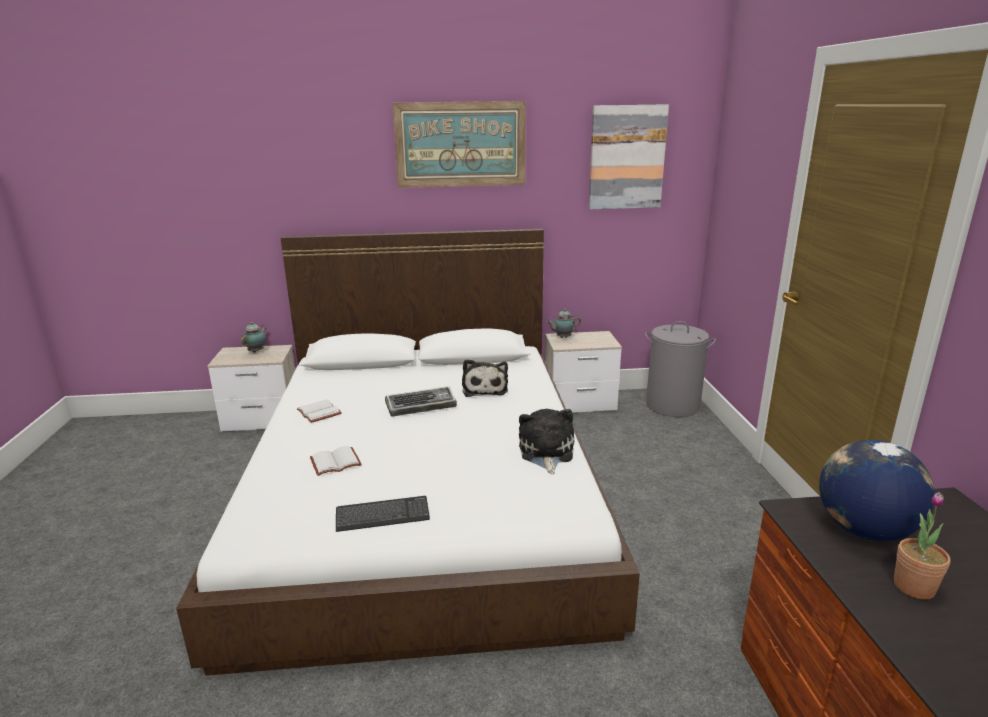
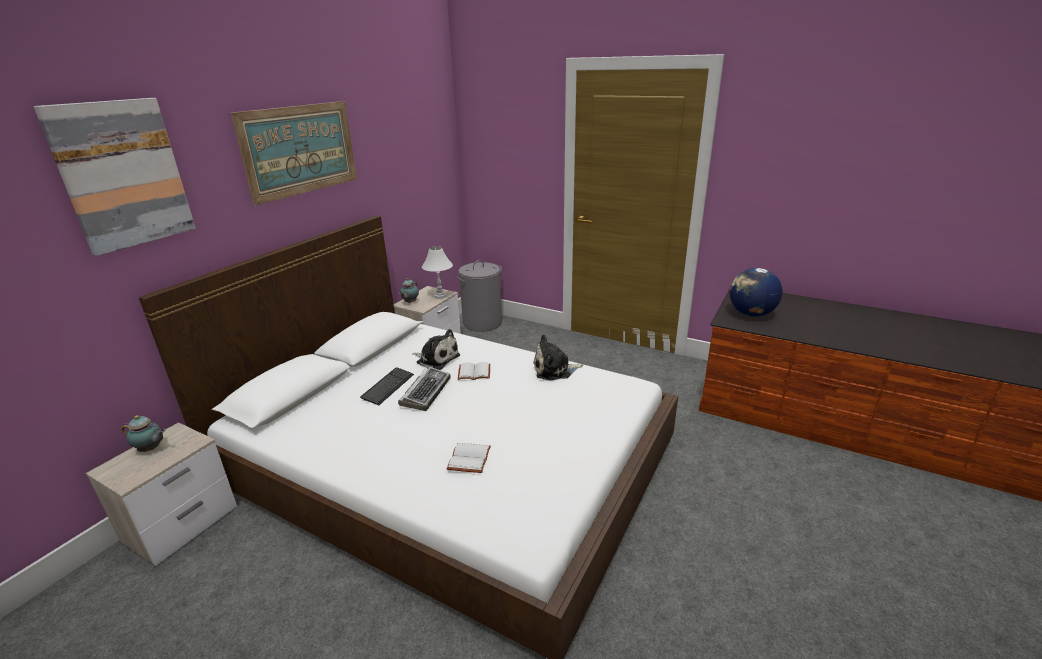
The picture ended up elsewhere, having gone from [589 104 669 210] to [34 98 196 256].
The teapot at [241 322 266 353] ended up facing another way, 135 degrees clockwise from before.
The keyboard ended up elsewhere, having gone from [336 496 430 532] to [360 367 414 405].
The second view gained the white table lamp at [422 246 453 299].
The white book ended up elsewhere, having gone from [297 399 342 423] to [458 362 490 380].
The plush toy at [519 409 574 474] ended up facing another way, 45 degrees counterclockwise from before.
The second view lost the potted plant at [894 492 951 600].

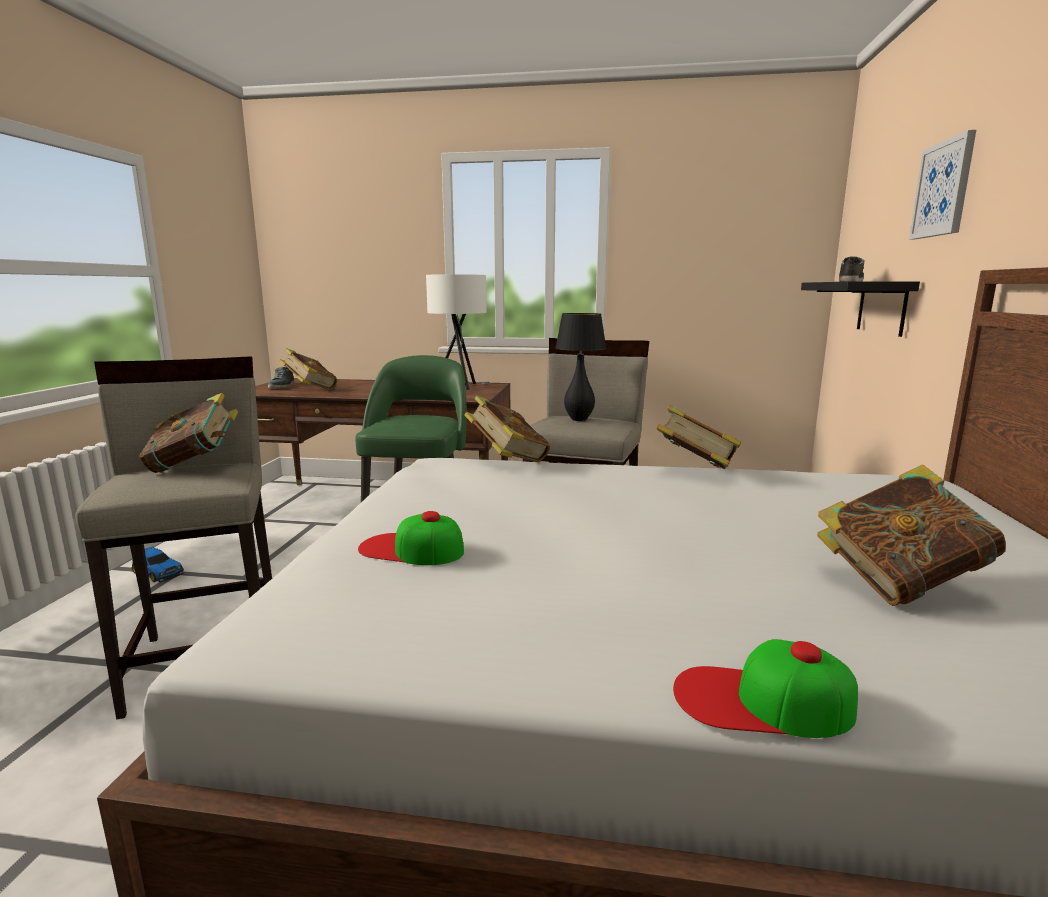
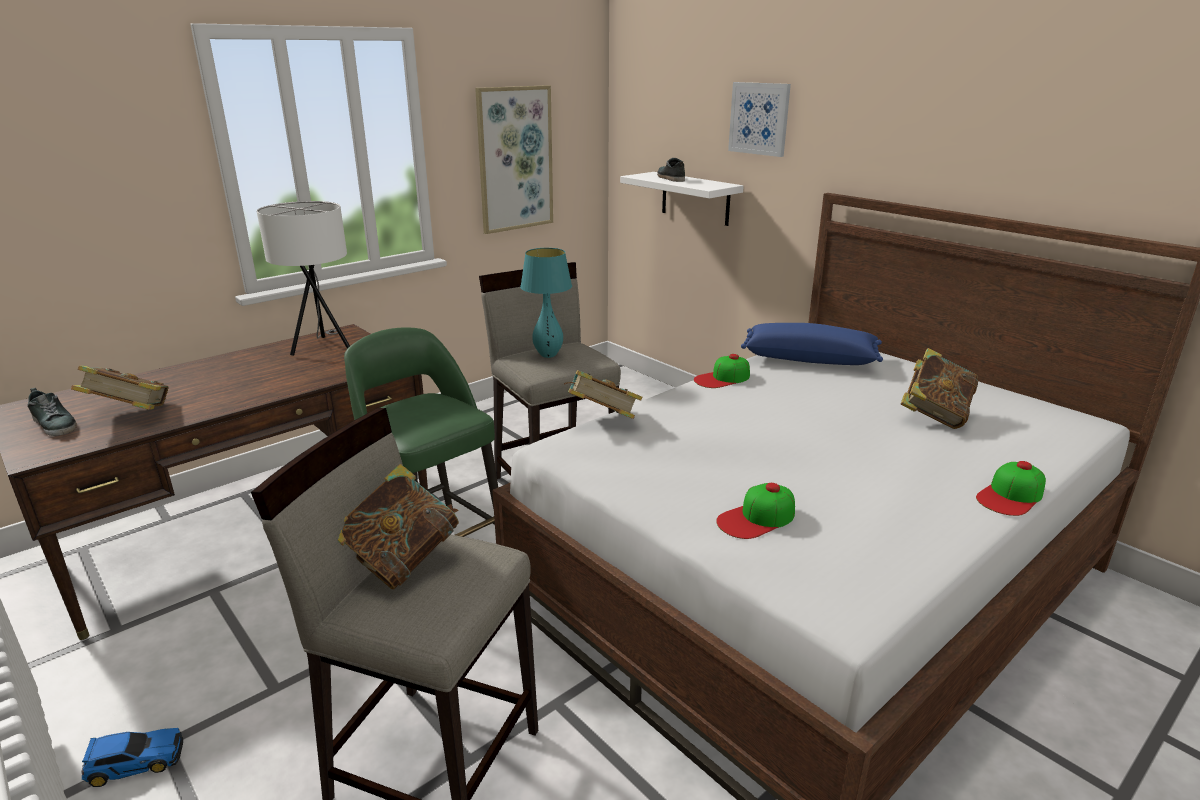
The second view gained the picture at [475 85 553 234].
What was the black table lamp at [556 313 606 421] turned into the turquoise table lamp at [520 248 572 358].
What was the black shelf at [801 281 920 337] turned into the white shelf at [620 172 744 226].
Where the book stood at [656 405 741 469], the cap came to stand at [694 354 750 388].
The second view gained the blue pillow at [741 323 883 365].

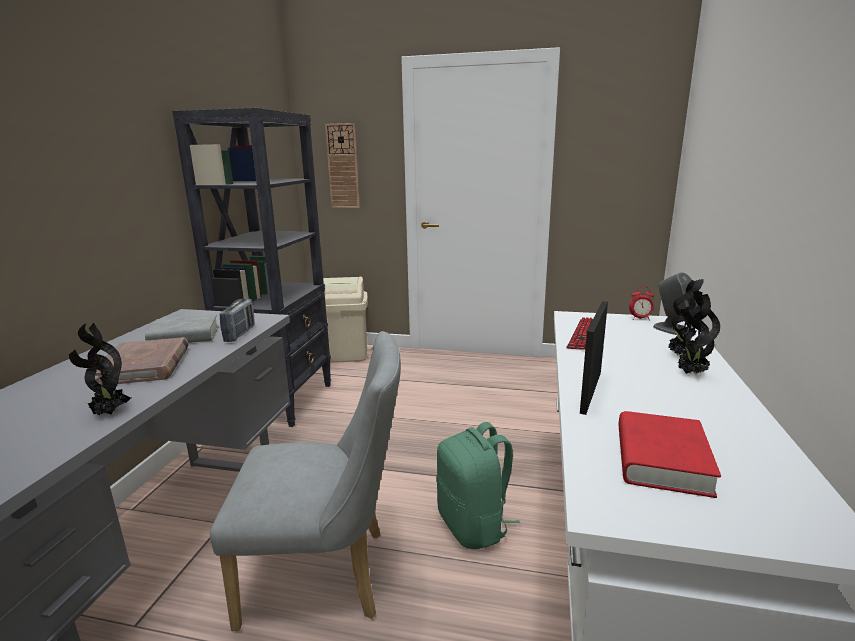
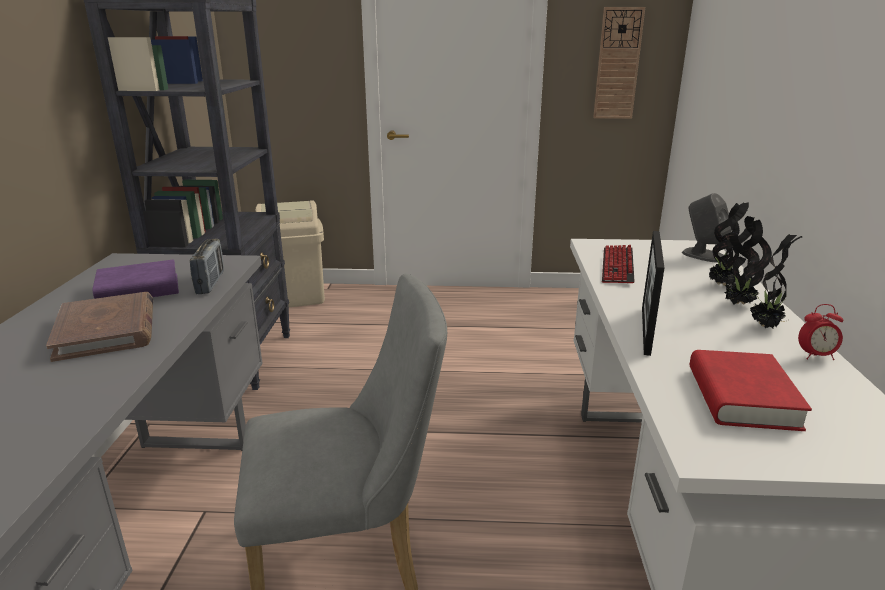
What was the grey book at [145 314 219 343] turned into the purple book at [92 259 179 299].
The wall clock ended up elsewhere, having gone from [325 123 360 208] to [593 7 645 119].
The potted plant ended up elsewhere, having gone from [69 323 131 416] to [750 234 802 328].
The alarm clock ended up elsewhere, having gone from [629 286 654 321] to [798 304 843 360].
The second view lost the green backpack at [436 422 520 549].

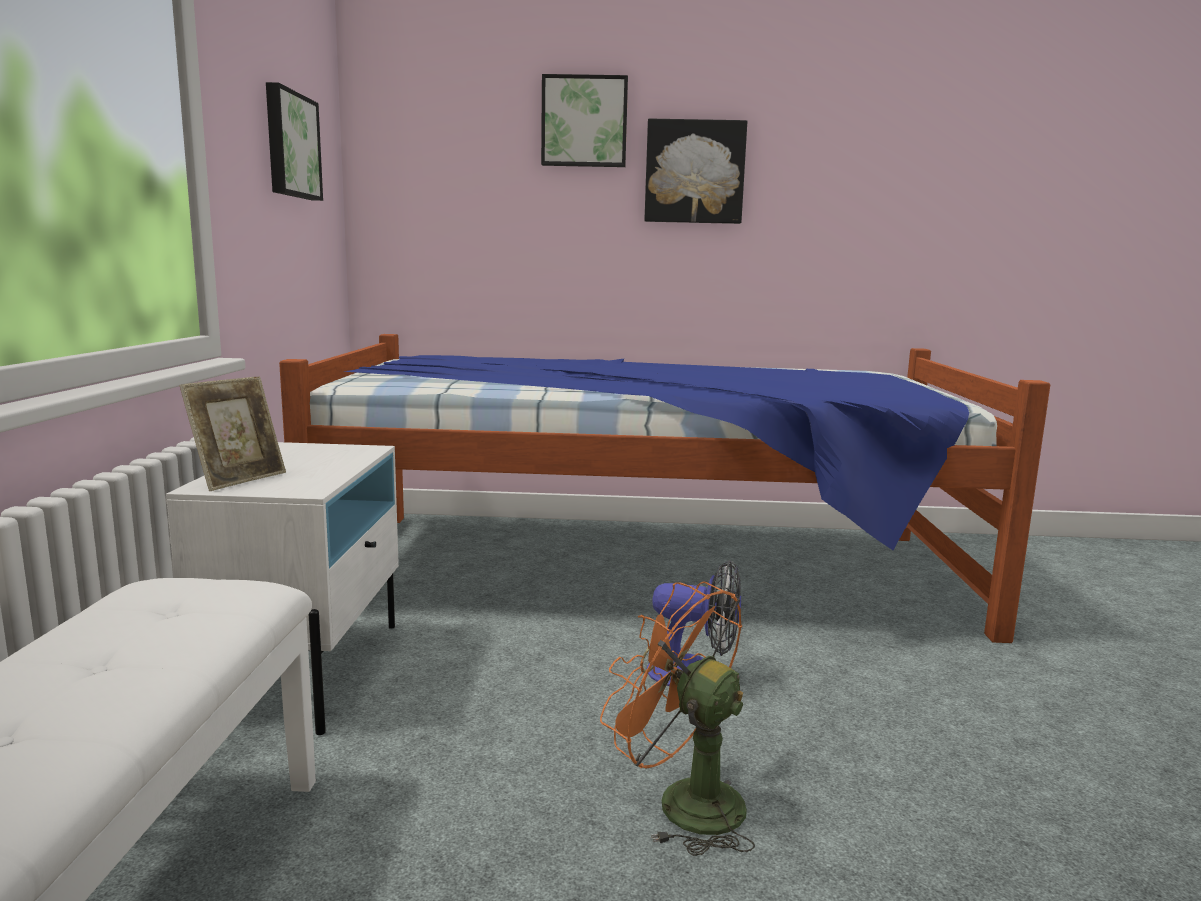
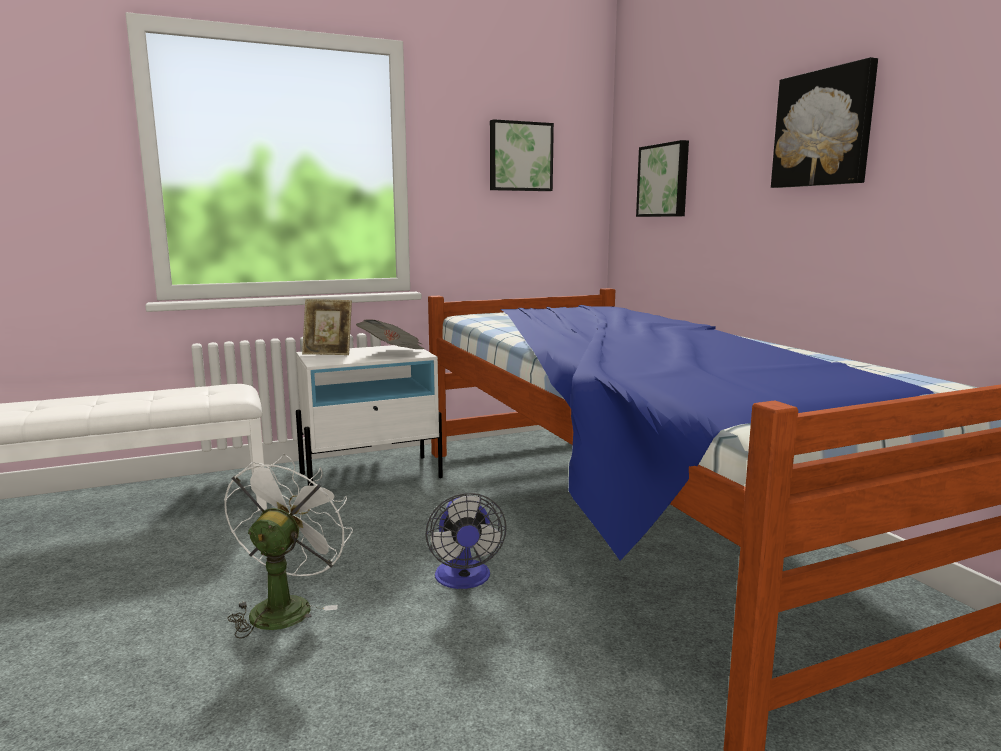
What was the orange fan at [600 582 755 856] turned into the white fan at [224 454 353 639].
The second view gained the newspaper at [356 319 425 349].
The picture ended up elsewhere, having gone from [541 74 628 167] to [636 140 689 217].

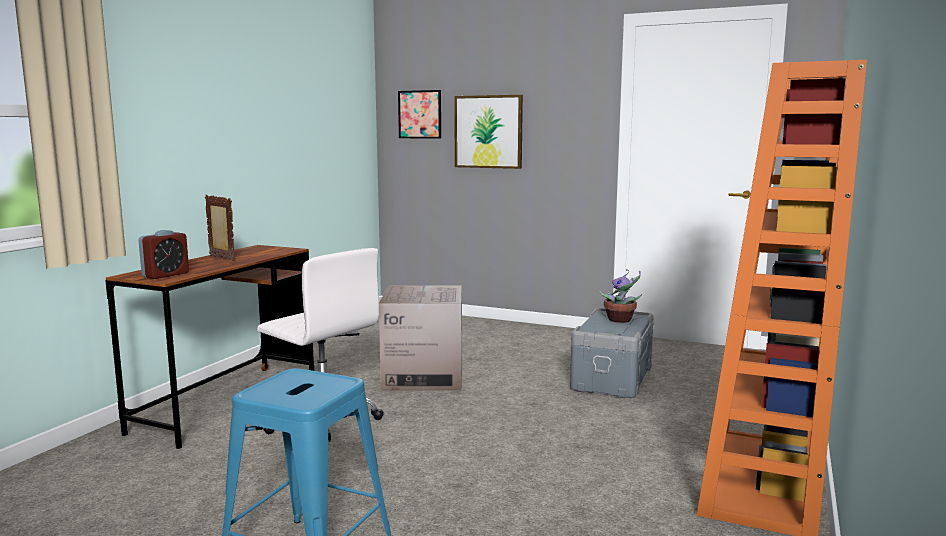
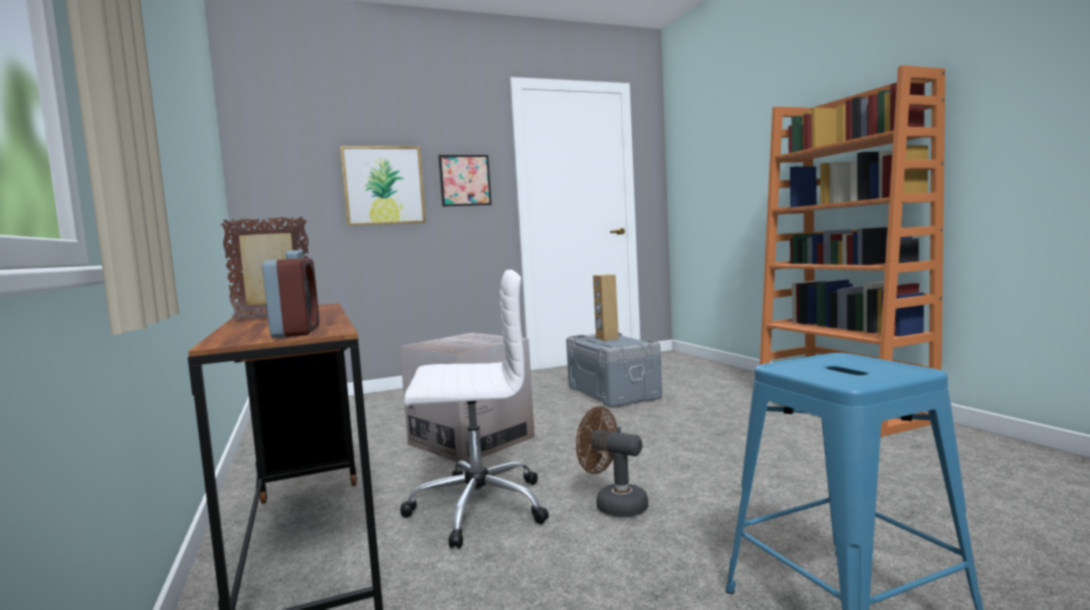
The picture ended up elsewhere, having gone from [398 90 441 139] to [439 155 492 207].
The second view gained the brown fan at [576 406 648 517].
Where the potted plant stood at [599 269 642 323], the brown speaker came to stand at [593 274 619 341].

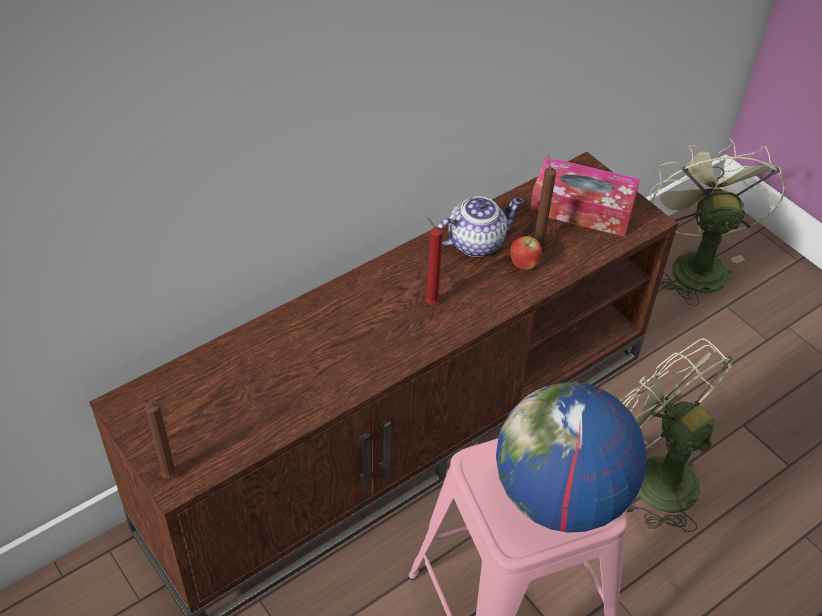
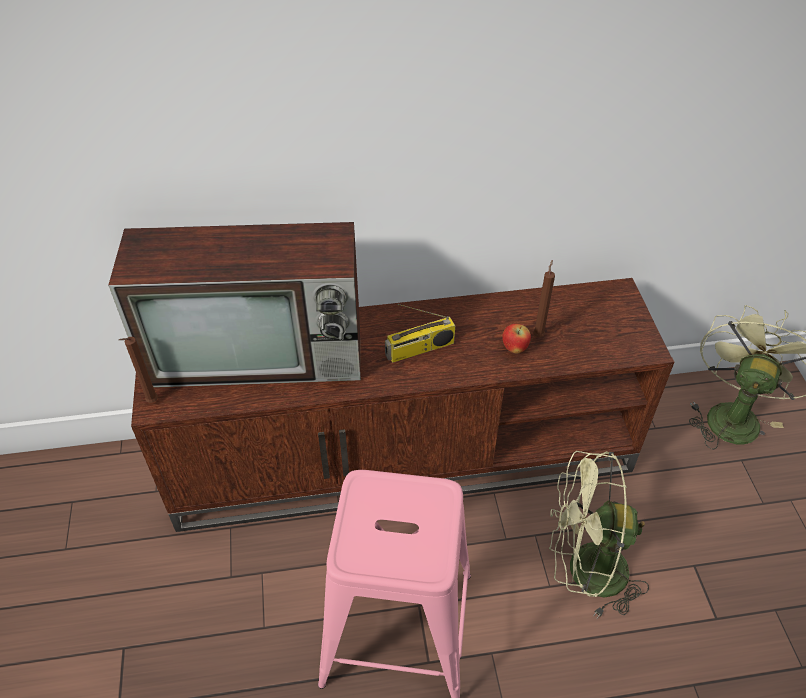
The second view gained the television at [108 222 361 388].
Where the red candle stood at [425 217 443 305], the radio came to stand at [385 304 455 363].
The green fan at [620 338 733 532] ended up facing another way, 75 degrees counterclockwise from before.
The second view lost the teapot at [437 196 523 257].
The second view lost the globe at [496 382 647 533].
The second view lost the tissue box at [529 157 640 237].

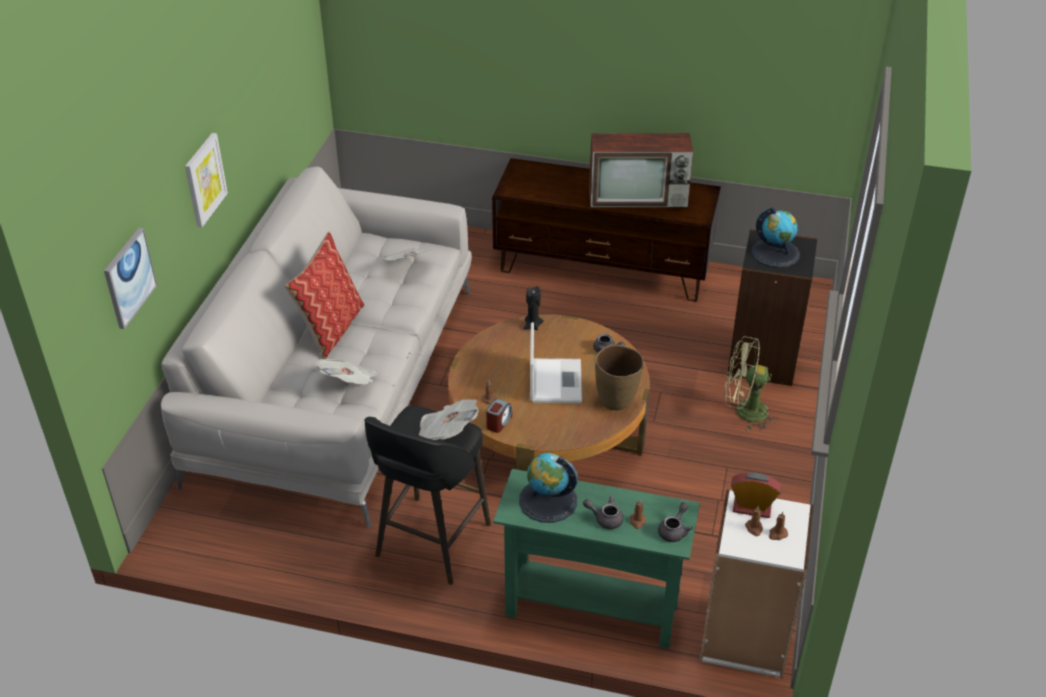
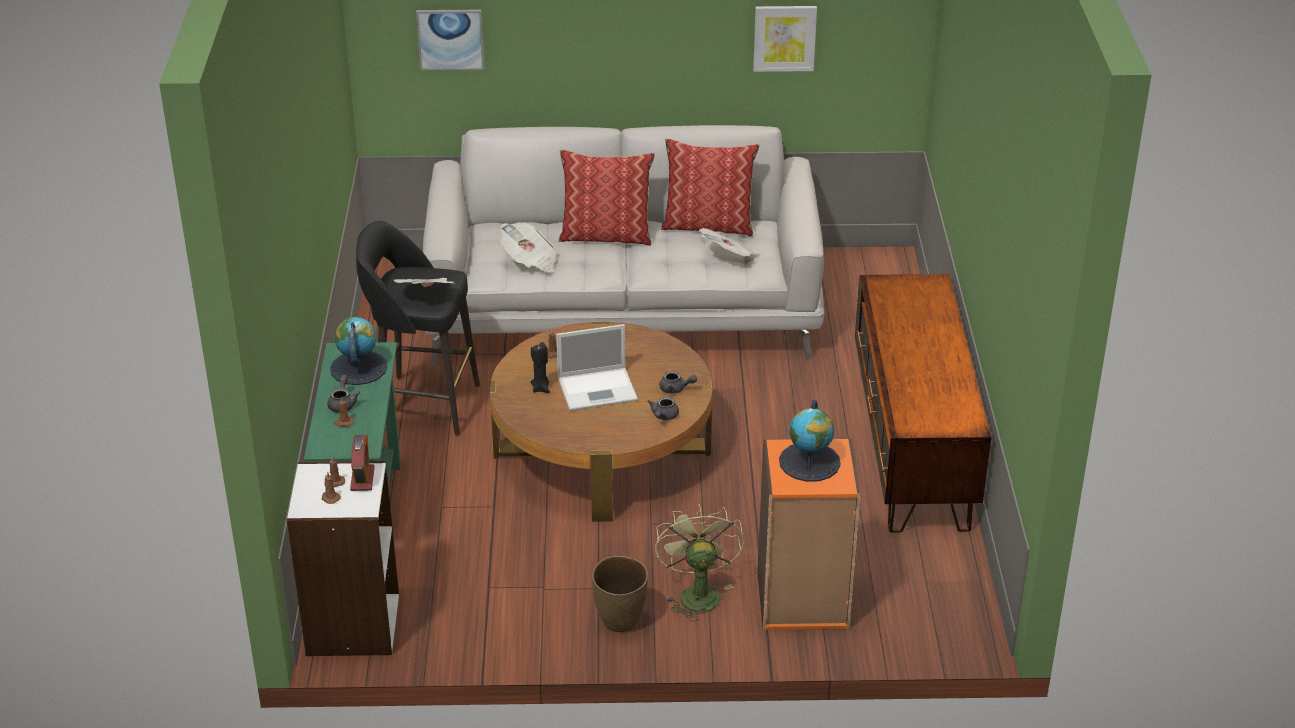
The black candle ended up elsewhere, having gone from [524 286 544 330] to [530 342 550 393].
The brown vase ended up elsewhere, having gone from [595 345 644 410] to [592 556 648 632].
The grey teapot ended up elsewhere, having gone from [658 502 693 542] to [660 371 697 394].
The second view gained the pillow at [661 138 760 236].
The picture ended up elsewhere, having gone from [185 133 228 227] to [753 6 817 72].
What was the black bookcase at [727 229 817 386] turned into the orange bookcase at [757 438 861 630].
The second view lost the alarm clock at [486 399 512 433].
The second view lost the television at [589 133 693 207].

